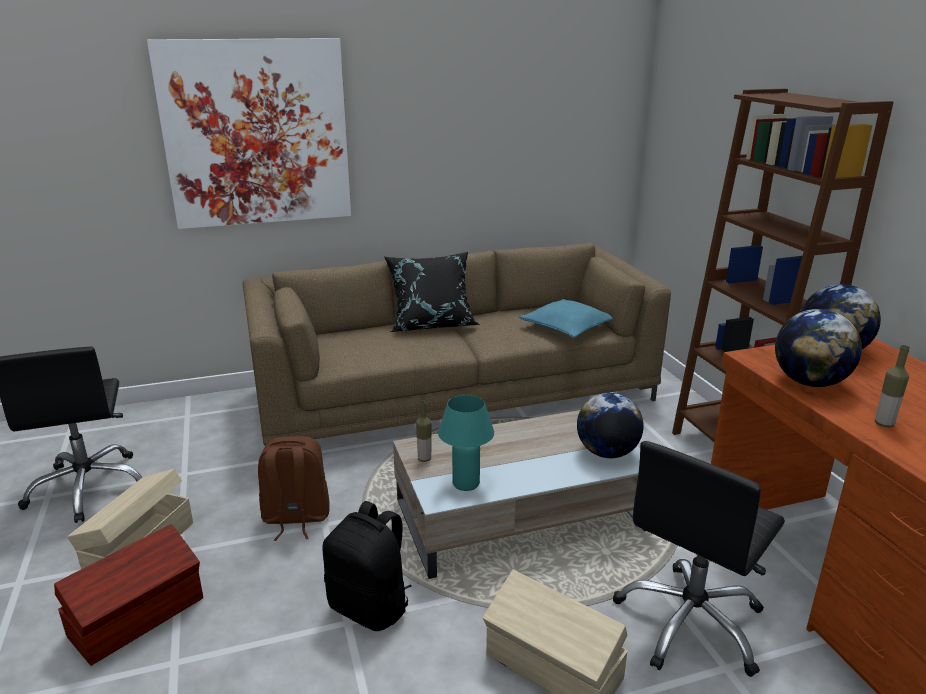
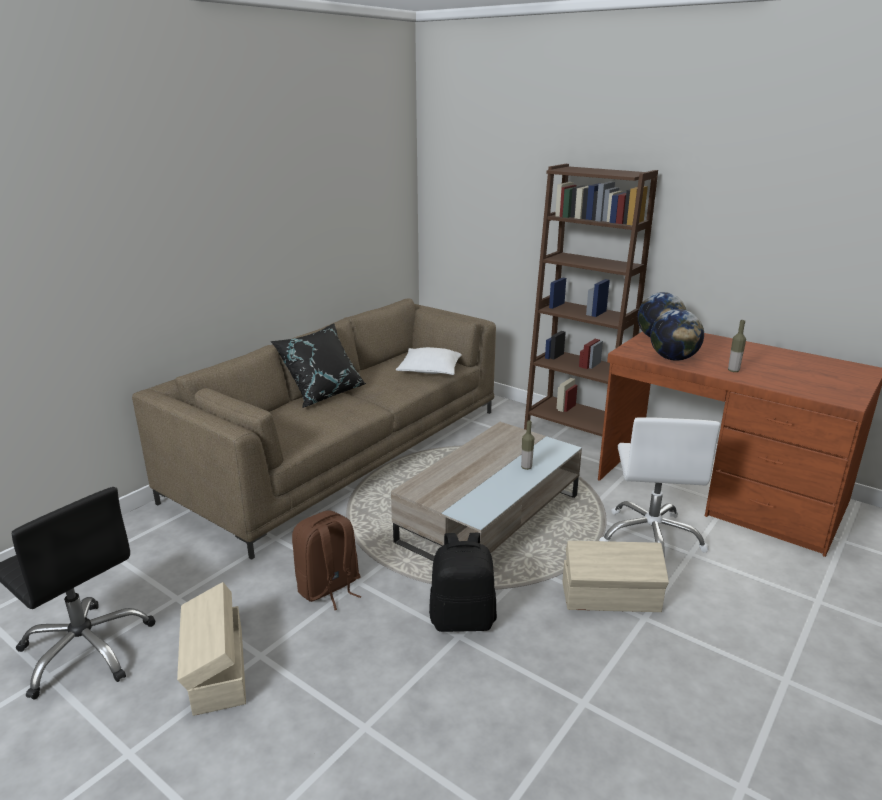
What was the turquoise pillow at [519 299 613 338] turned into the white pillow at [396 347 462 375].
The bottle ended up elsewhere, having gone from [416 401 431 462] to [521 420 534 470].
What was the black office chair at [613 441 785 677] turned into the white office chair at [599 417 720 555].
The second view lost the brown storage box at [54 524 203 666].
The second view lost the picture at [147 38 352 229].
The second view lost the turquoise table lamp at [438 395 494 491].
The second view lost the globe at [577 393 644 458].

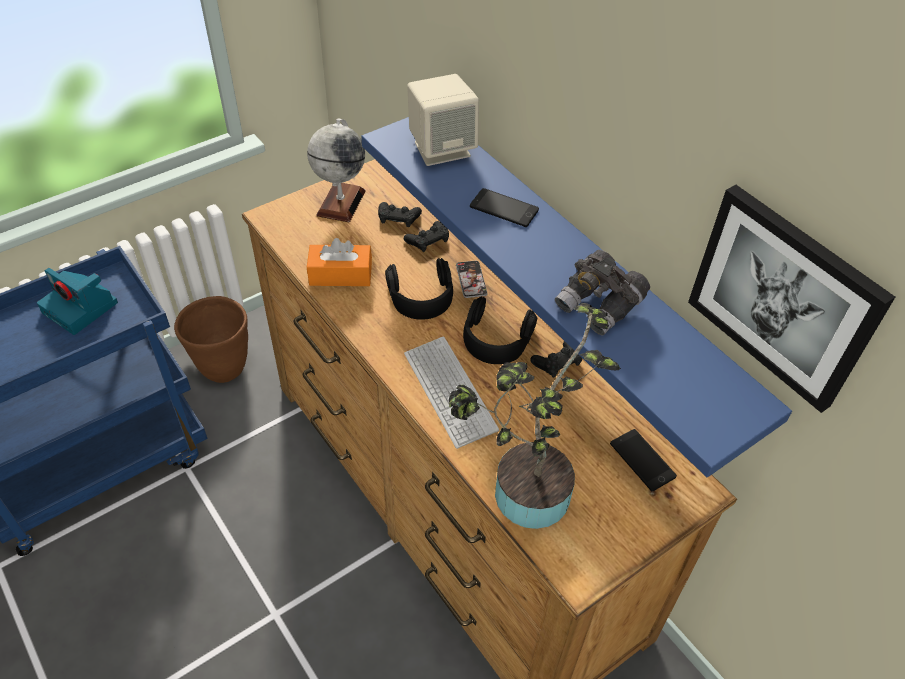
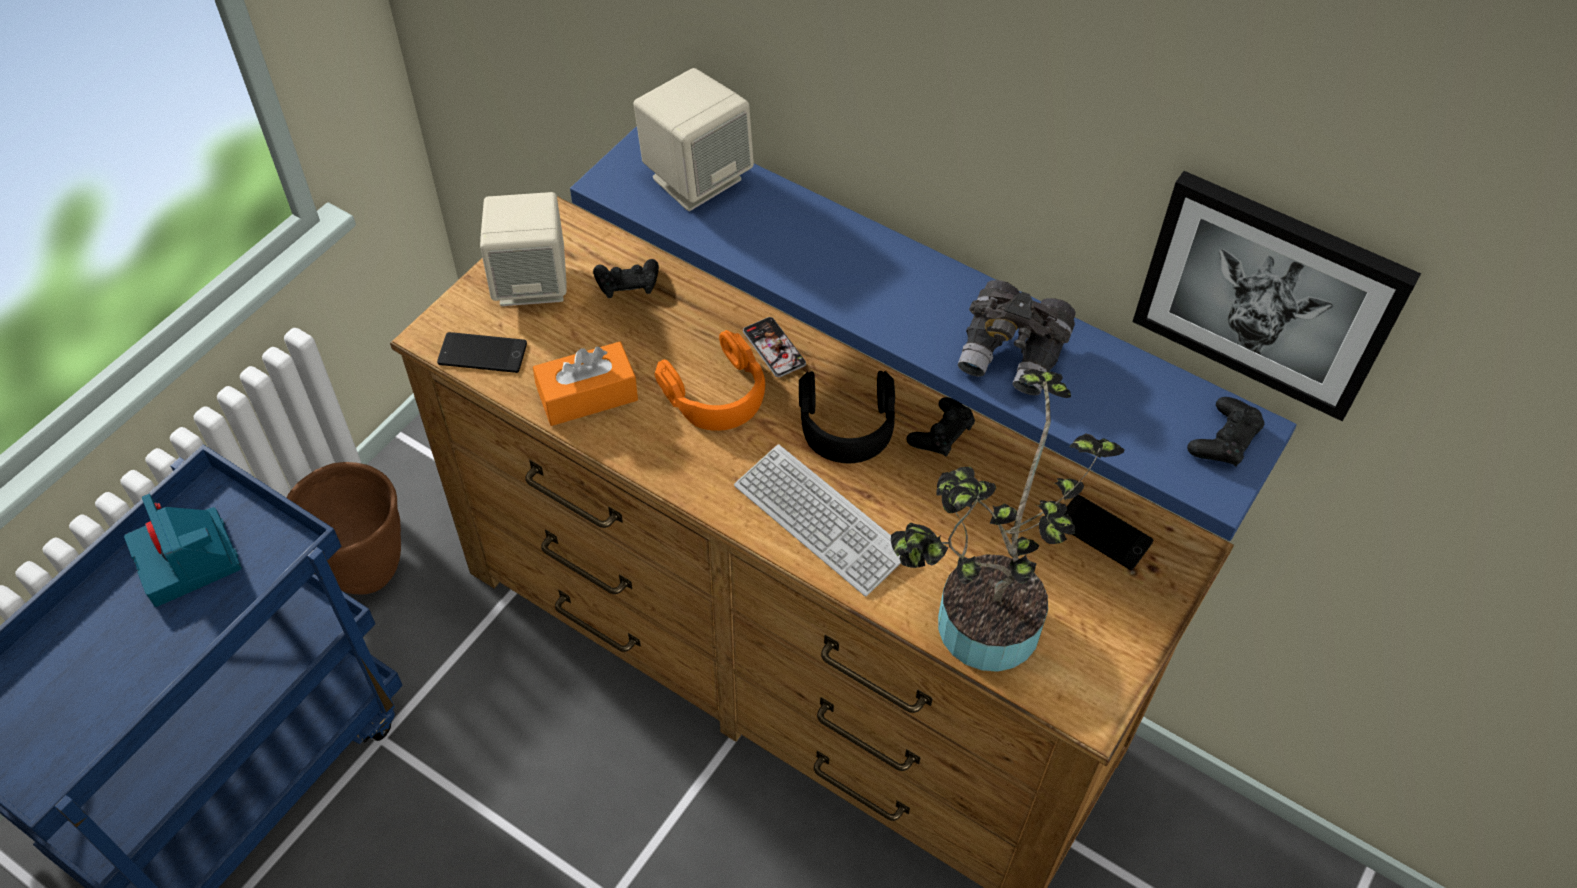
The photo camera at [37 268 118 335] ended up facing another way, 45 degrees clockwise from before.
The phone ended up elsewhere, having gone from [470 188 539 227] to [437 332 527 373].
Where the globe stood at [307 118 366 222], the beige speaker came to stand at [480 192 567 306].
What was the black headphones at [385 258 453 320] turned into the orange headphones at [655 330 765 431].
The black game controller ended up elsewhere, having gone from [404 221 449 252] to [1187 397 1265 466].

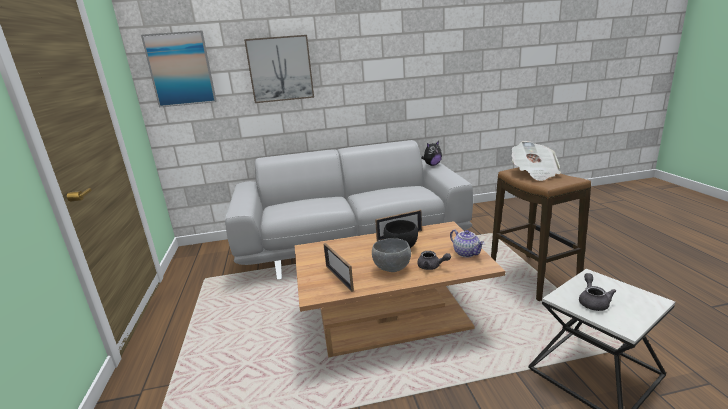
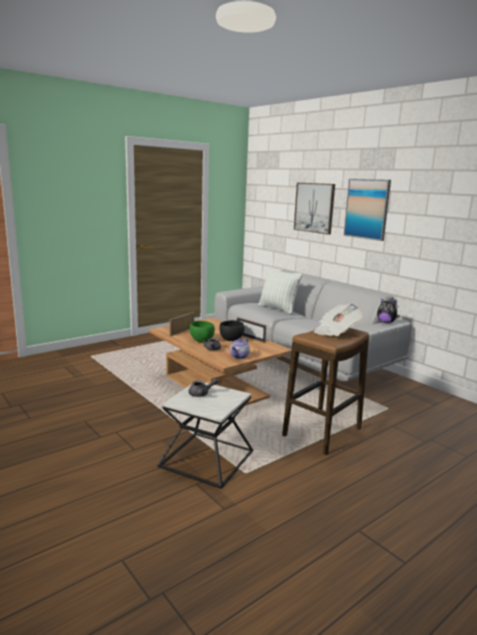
What was the grey bowl at [372 238 411 272] turned into the green bowl at [190 321 215 342].
The second view gained the pillow at [258 267 302 314].
The picture ended up elsewhere, having gone from [141 30 217 108] to [343 179 391 241].

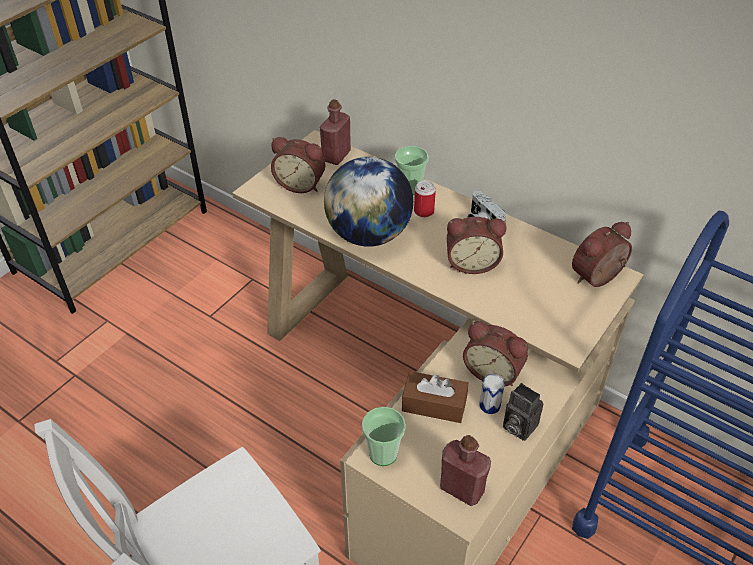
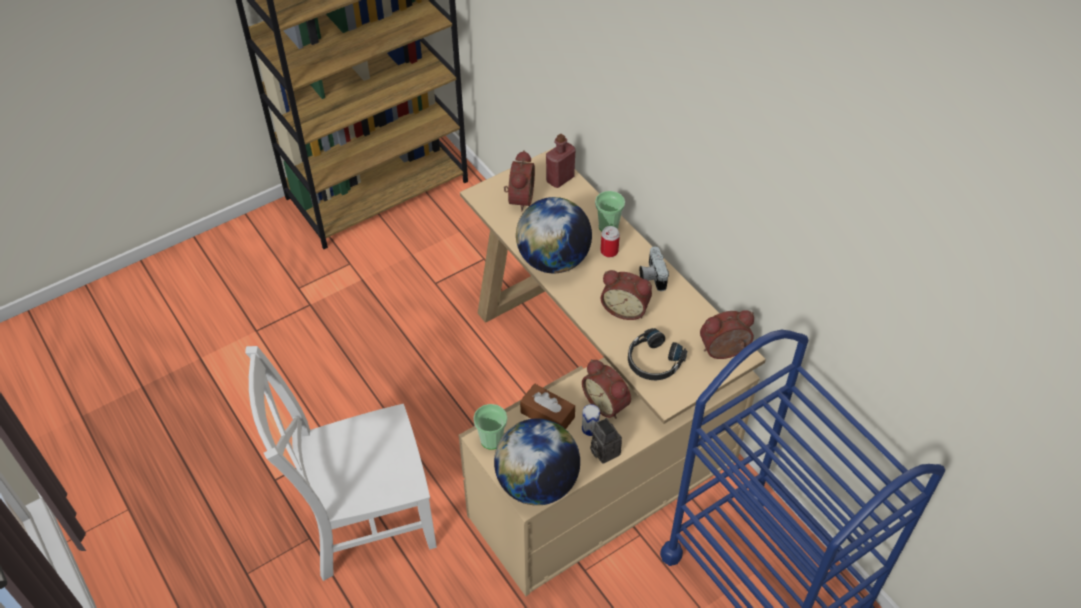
Where the red bottle stood at [440 435 491 506], the globe came to stand at [494 418 580 506].
The alarm clock at [271 137 325 193] ended up facing another way, 120 degrees counterclockwise from before.
The second view gained the black headphones at [628 328 687 380].

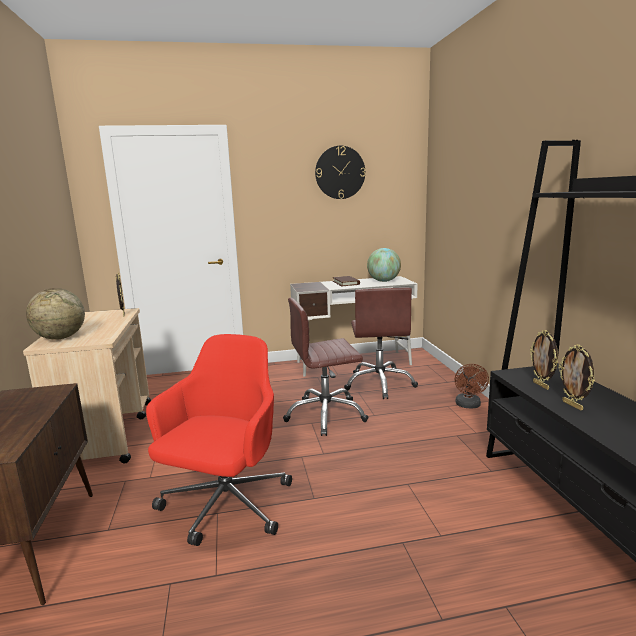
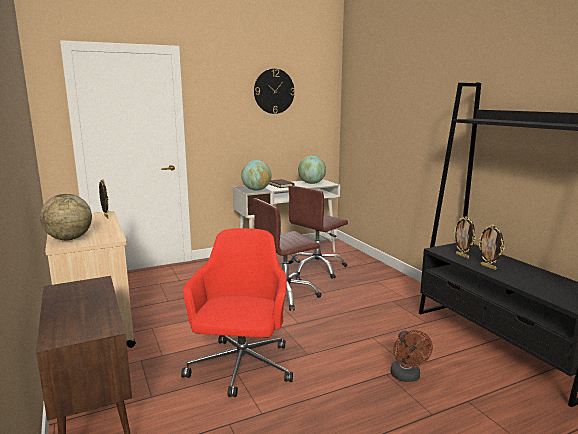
The second view gained the globe at [241 160 271 191].
The brown office chair at [344 288 418 399] ended up facing another way, 60 degrees clockwise from before.
The brown fan ended up elsewhere, having gone from [455 364 489 408] to [390 330 433 382].

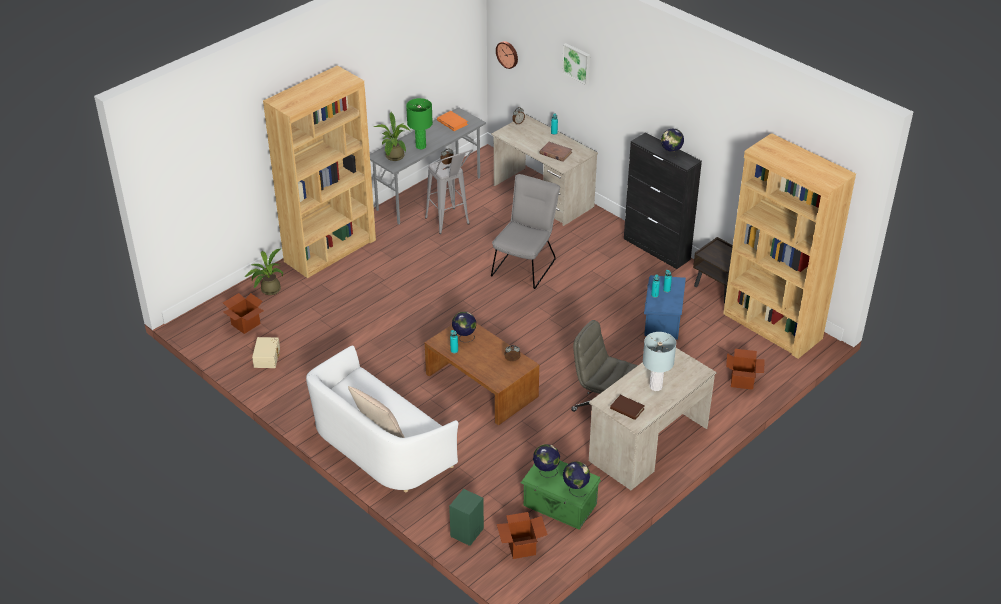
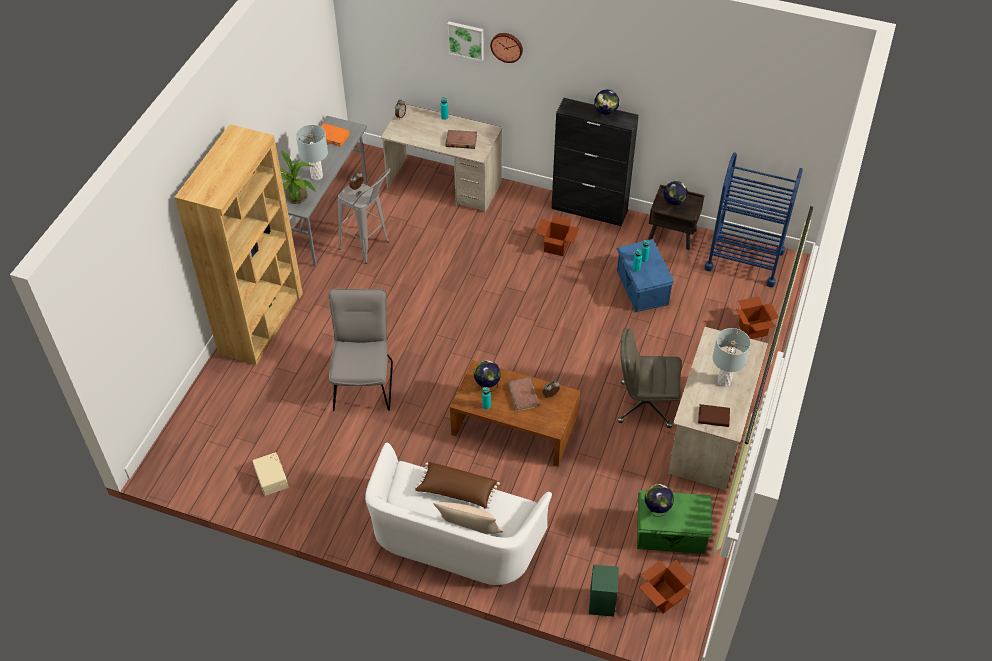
What was the green table lamp at [406 98 433 149] turned into the grey table lamp at [296 125 328 180].
The grey chair ended up elsewhere, having gone from [491 174 560 289] to [328 289 393 411].
The second view gained the brown pillow at [414 462 500 509].
The wall clock ended up elsewhere, having gone from [496 41 518 69] to [490 33 523 63].
The second view gained the brown book at [508 377 540 412].
The cardboard box ended up elsewhere, having gone from [223 293 264 334] to [536 215 580 256].
The globe ended up elsewhere, having gone from [563 461 590 497] to [664 181 688 212].
Where the brown bookcase stood at [723 133 856 359], the blue cart came to stand at [704 153 803 287].
The second view lost the potted plant at [245 248 284 295].

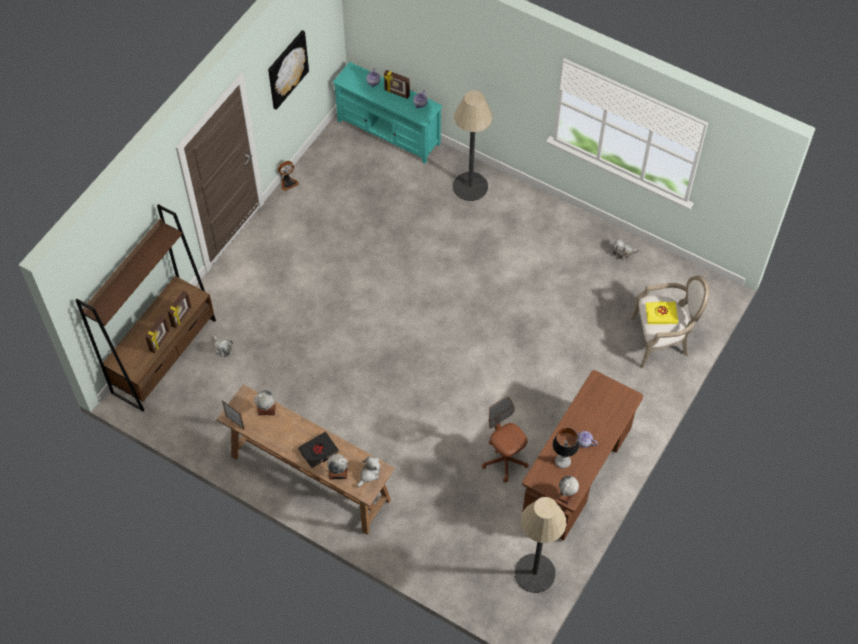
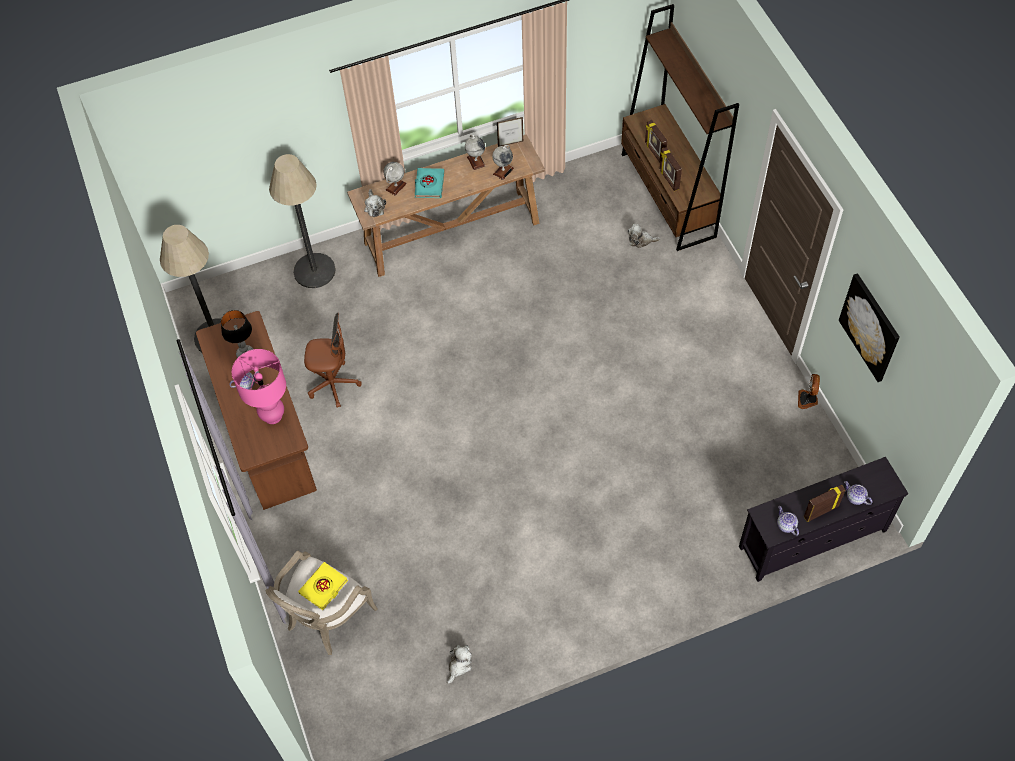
The second view gained the pink table lamp at [231 349 286 424].
The floor lamp ended up elsewhere, having gone from [453 90 493 201] to [269 154 336 288].
What was the black book at [298 432 339 468] turned into the turquoise book at [415 168 444 198].
The globe ended up elsewhere, having gone from [557 476 579 505] to [465 135 485 170].
What was the turquoise tv stand at [333 62 443 164] turned into the black tv stand at [739 457 908 582].

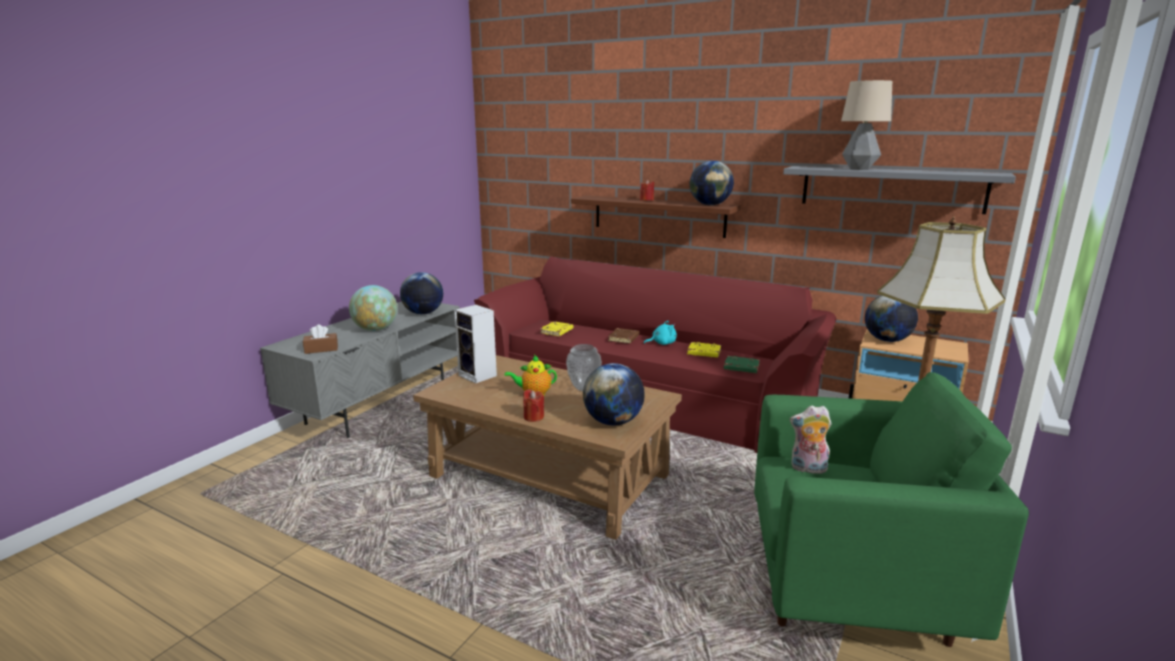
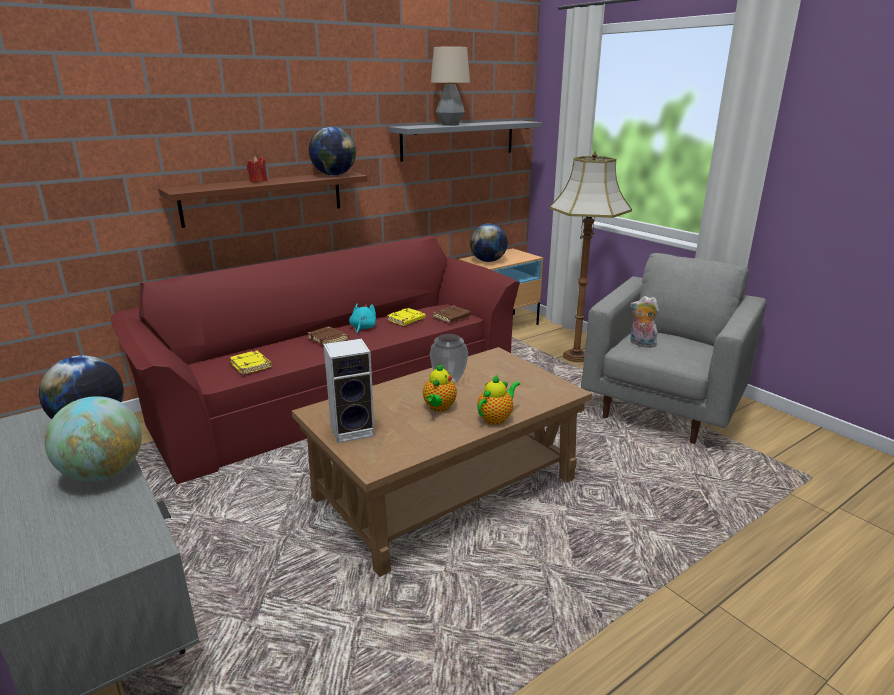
What was the green book at [724 356 760 373] turned into the brown book at [433 305 471 323].
Where the red candle stood at [523 389 544 422], the teapot came to stand at [477 375 521 425].
What was the green armchair at [754 372 1029 647] turned into the grey armchair at [581 253 767 444].
The plush toy at [790 406 832 476] ended up facing another way, 90 degrees clockwise from before.
The second view lost the brown tissue box at [303 324 338 354].
The second view lost the globe at [583 363 645 426].

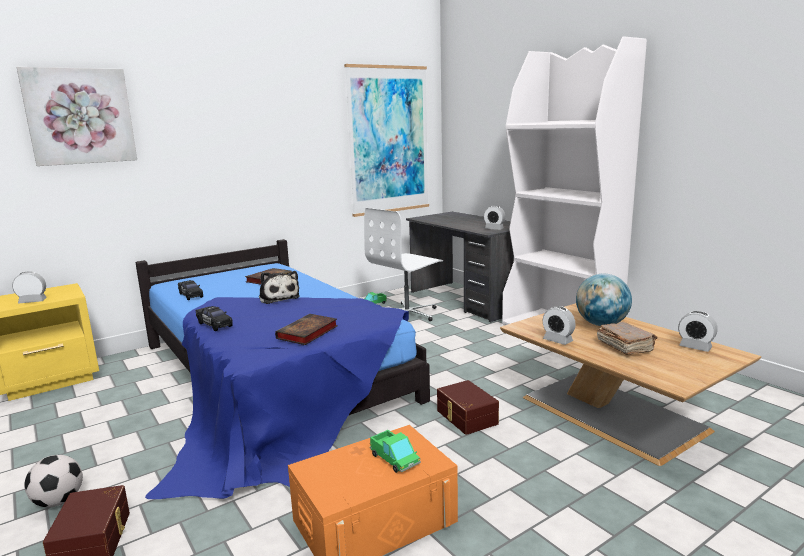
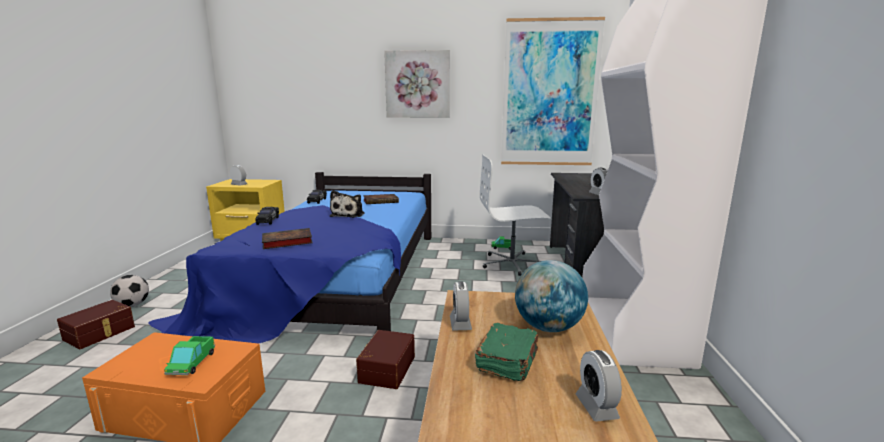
The picture ended up elsewhere, having gone from [17 67 137 166] to [384 50 450 118].
What was the brown book at [597 322 657 355] turned into the green book at [475 323 538 381].

